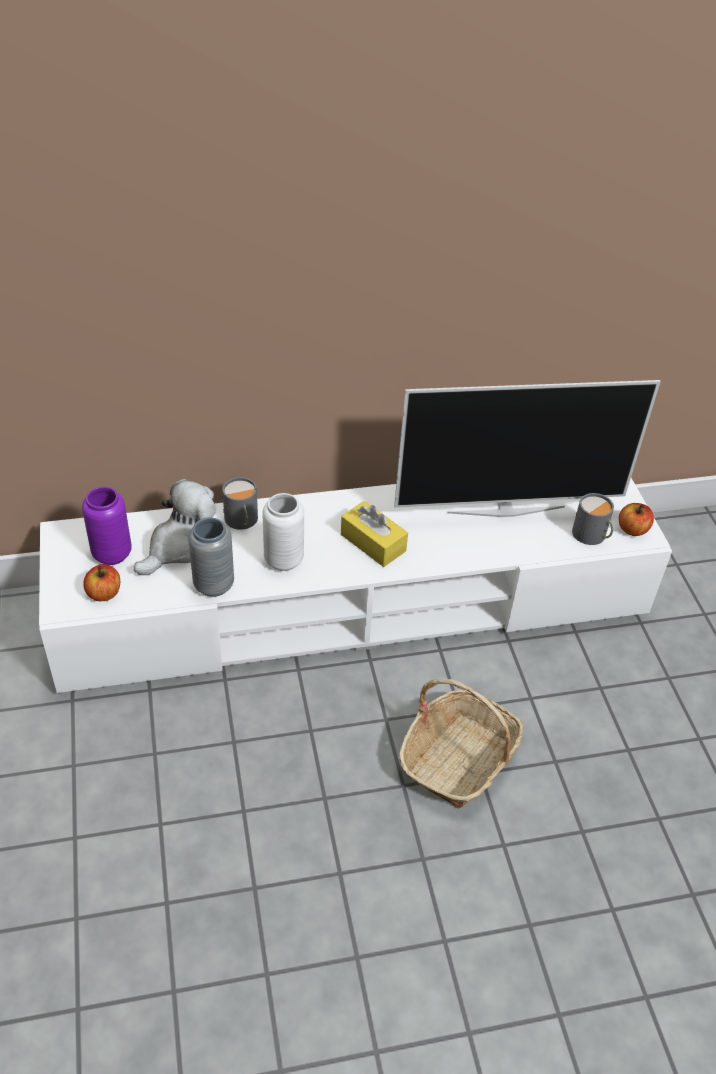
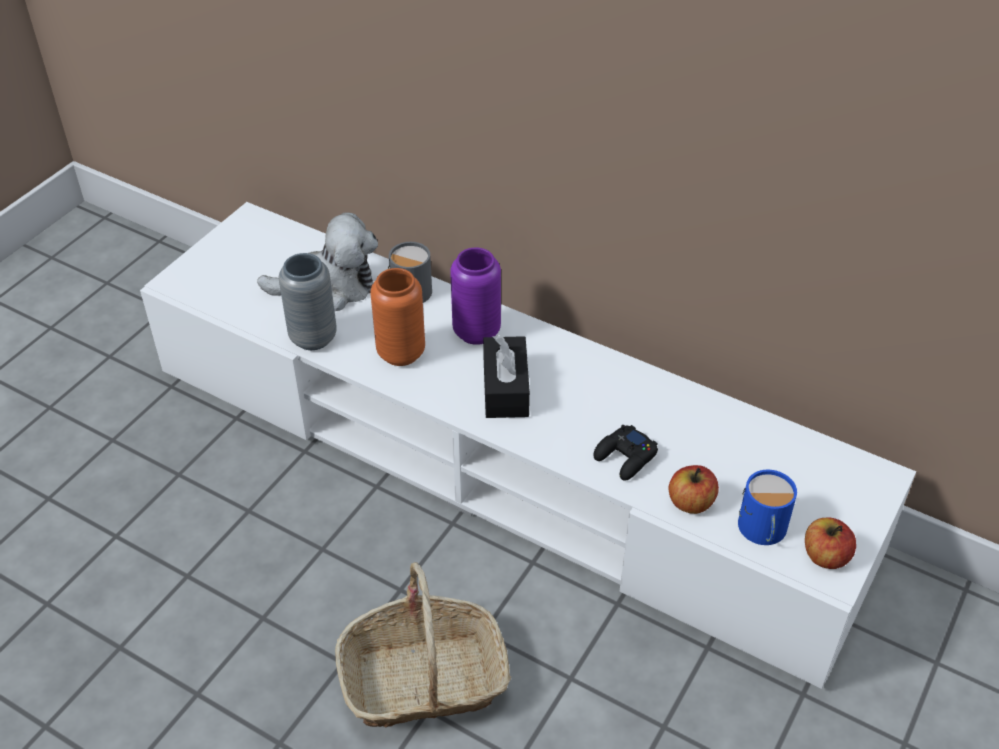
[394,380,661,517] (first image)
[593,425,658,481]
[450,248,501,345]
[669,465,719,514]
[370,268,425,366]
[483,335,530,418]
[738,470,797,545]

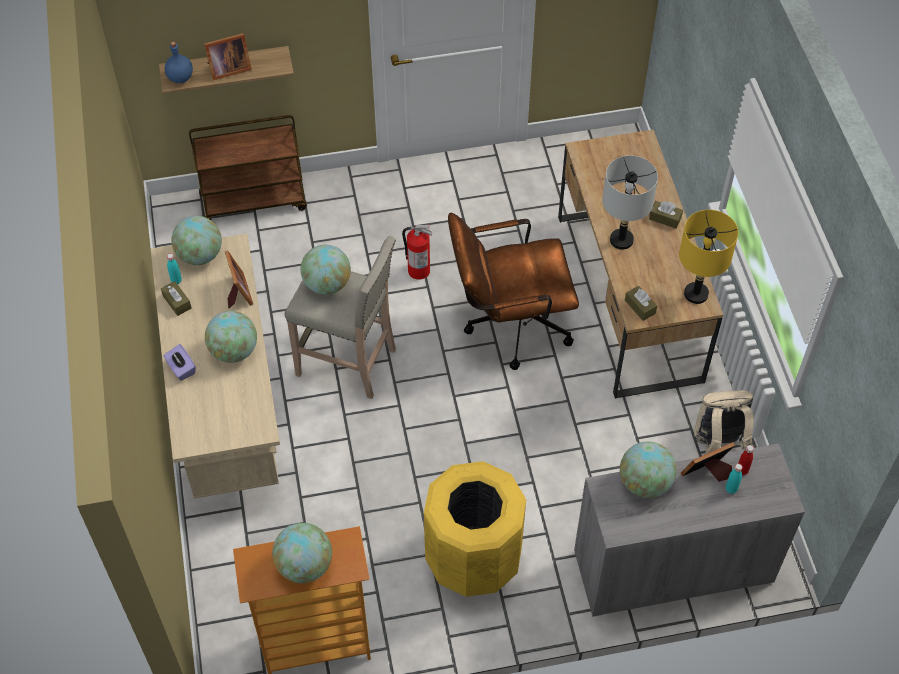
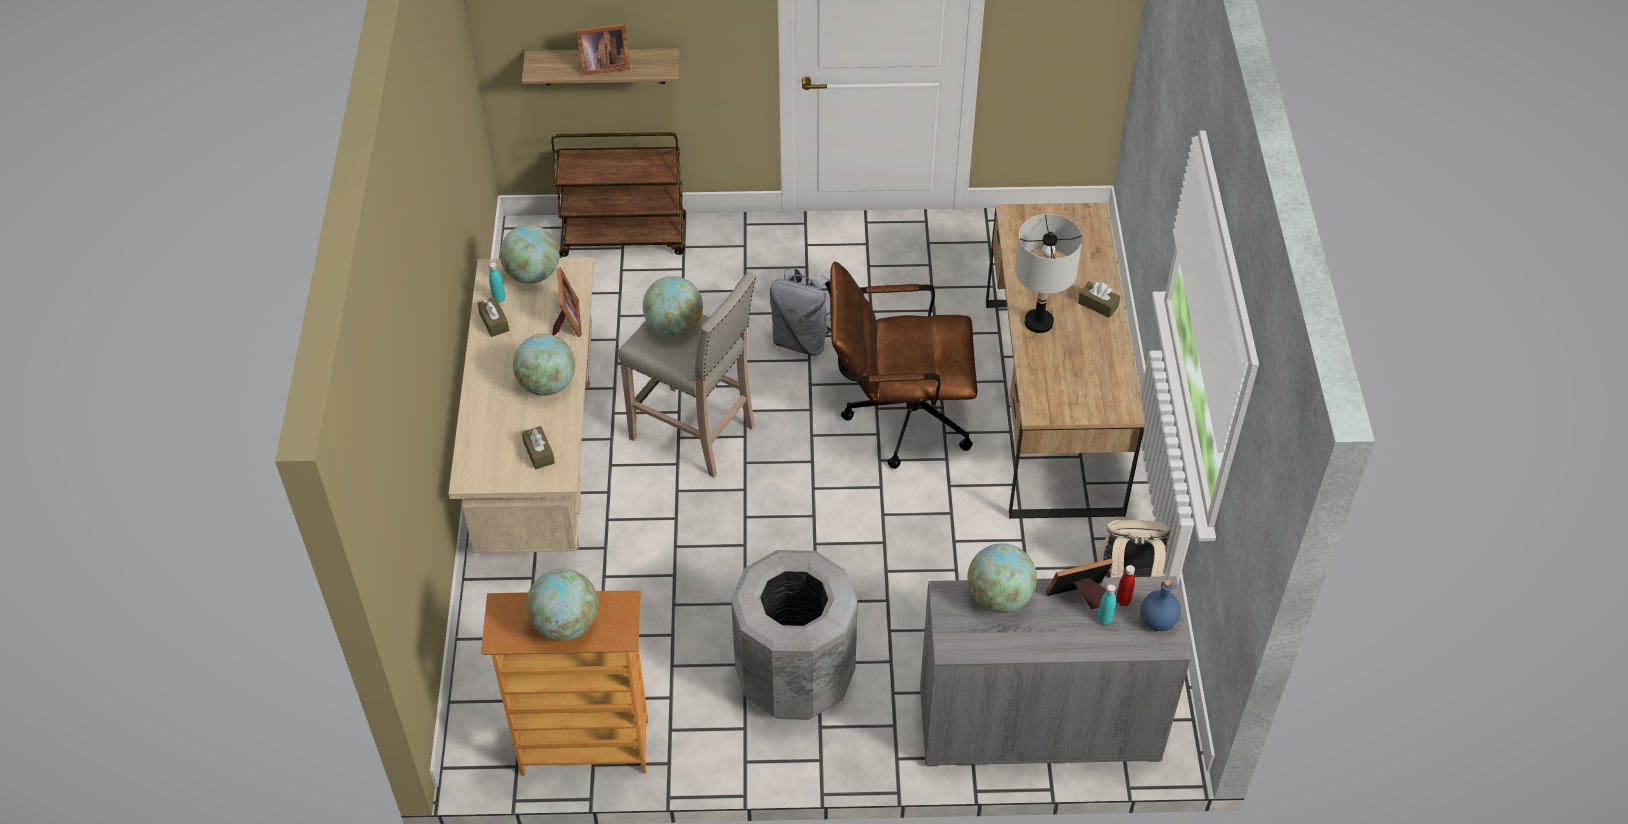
[164,344,196,381] (first image)
[679,210,738,304] (first image)
[1140,579,1181,631]
[522,426,555,470]
[770,268,831,356]
[731,550,858,720]

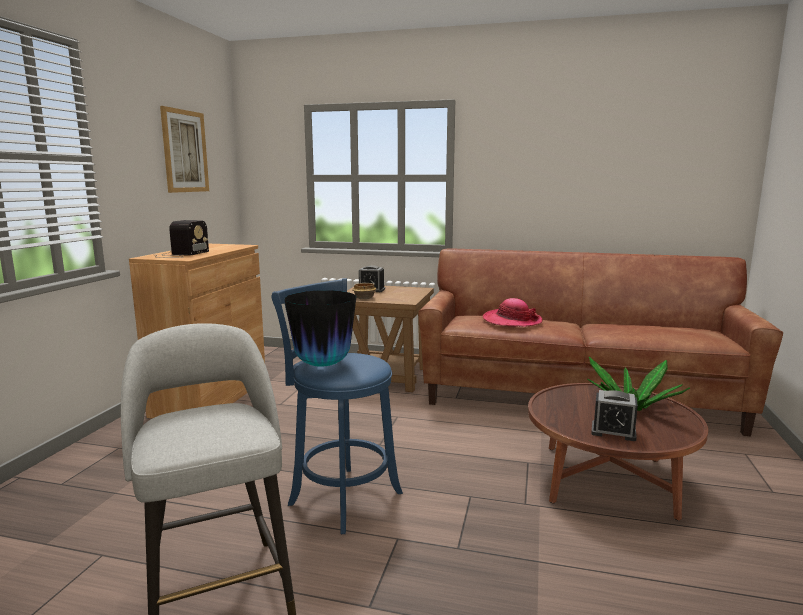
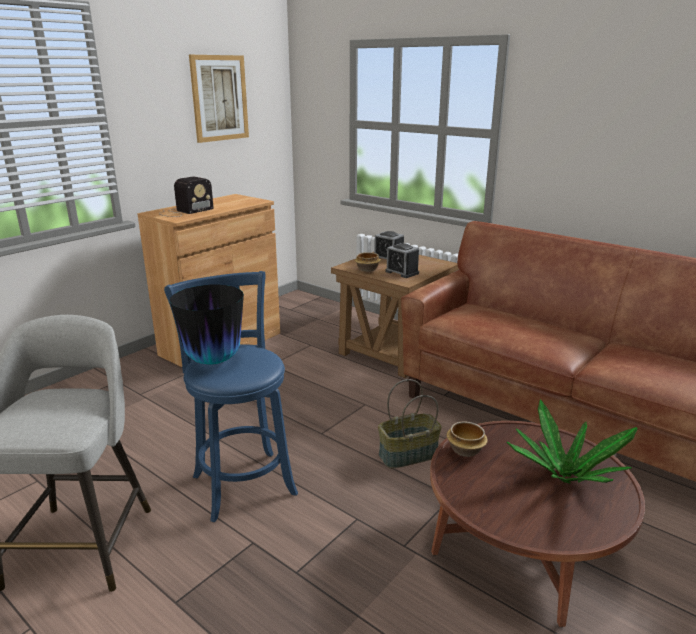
[483,298,543,327] (first image)
[378,379,442,468]
[446,421,488,457]
[385,243,419,278]

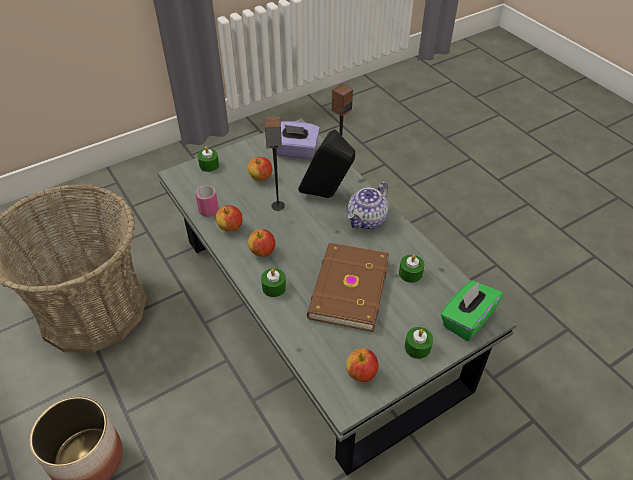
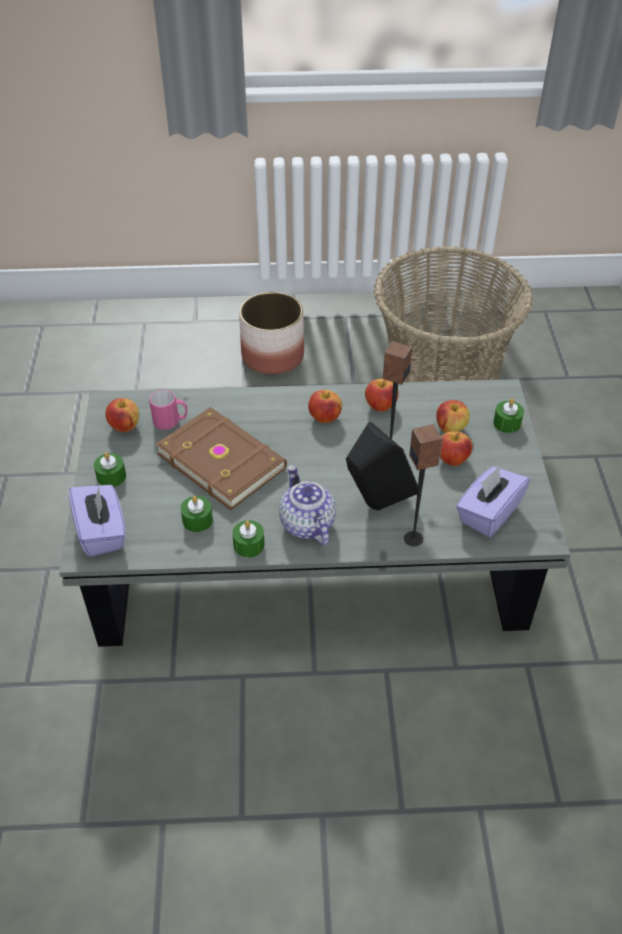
[436,400,470,433]
[149,390,188,430]
[232,520,265,558]
[69,485,126,557]

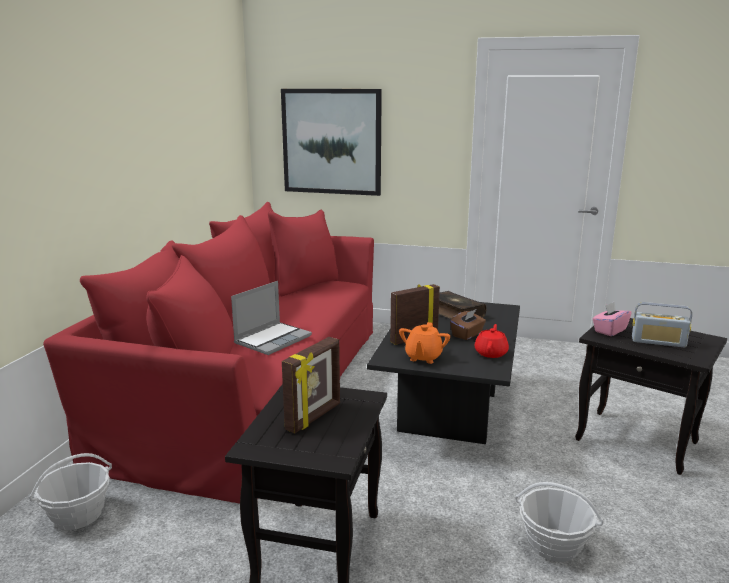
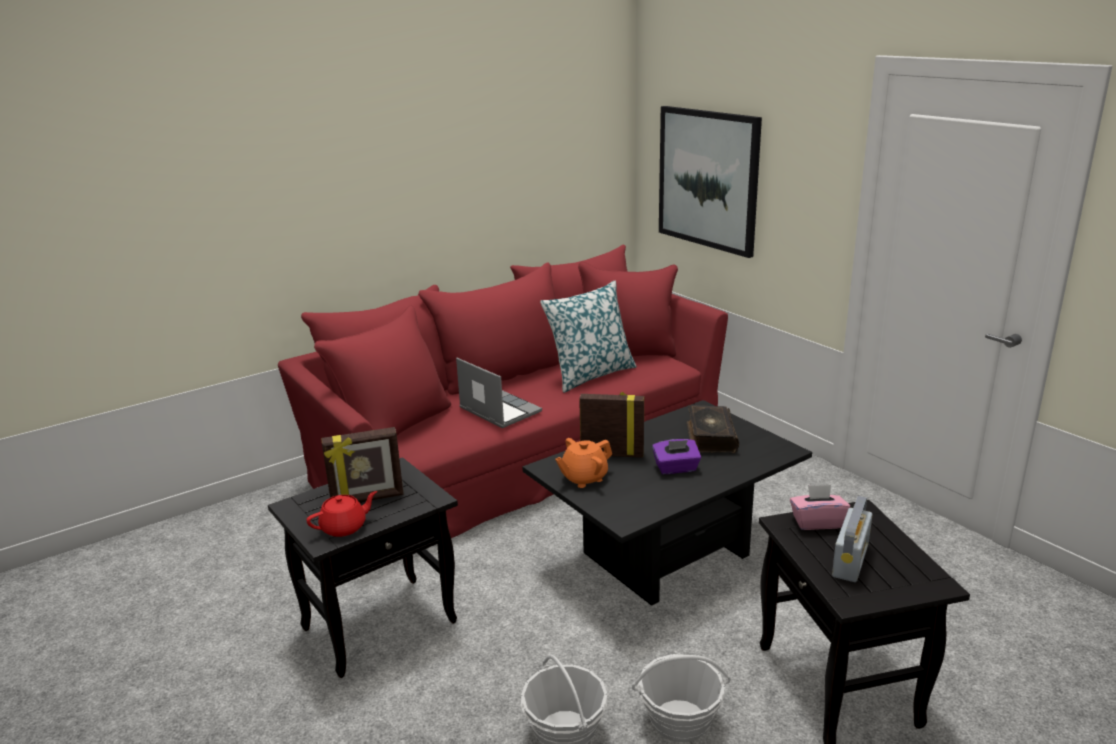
[540,281,637,393]
[632,654,731,743]
[306,491,377,537]
[652,439,701,474]
[456,358,542,428]
[832,496,872,582]

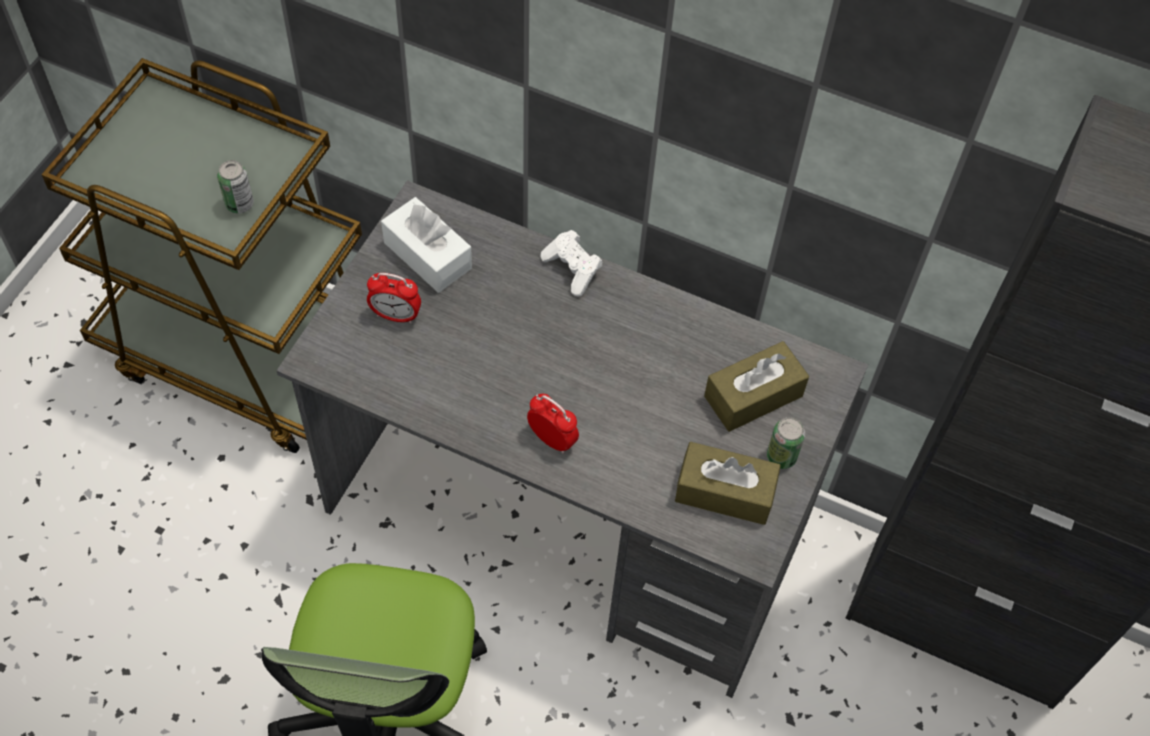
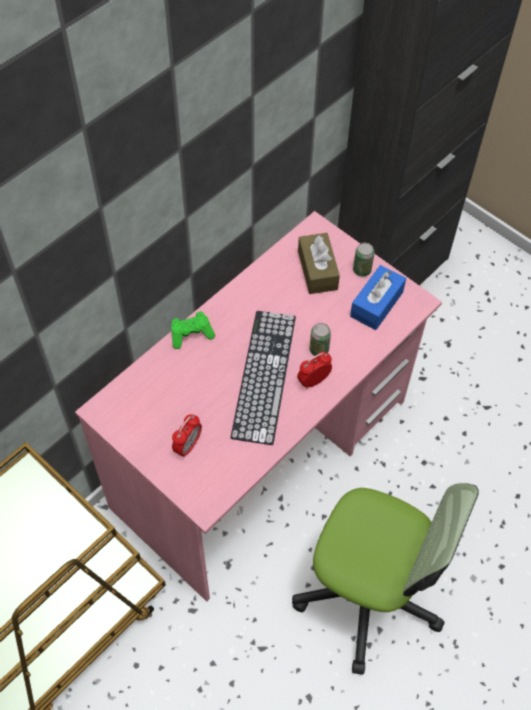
[381,197,472,293] (first image)
[230,311,296,445]
[309,323,331,356]
[75,211,442,602]
[171,311,215,349]
[350,265,406,330]

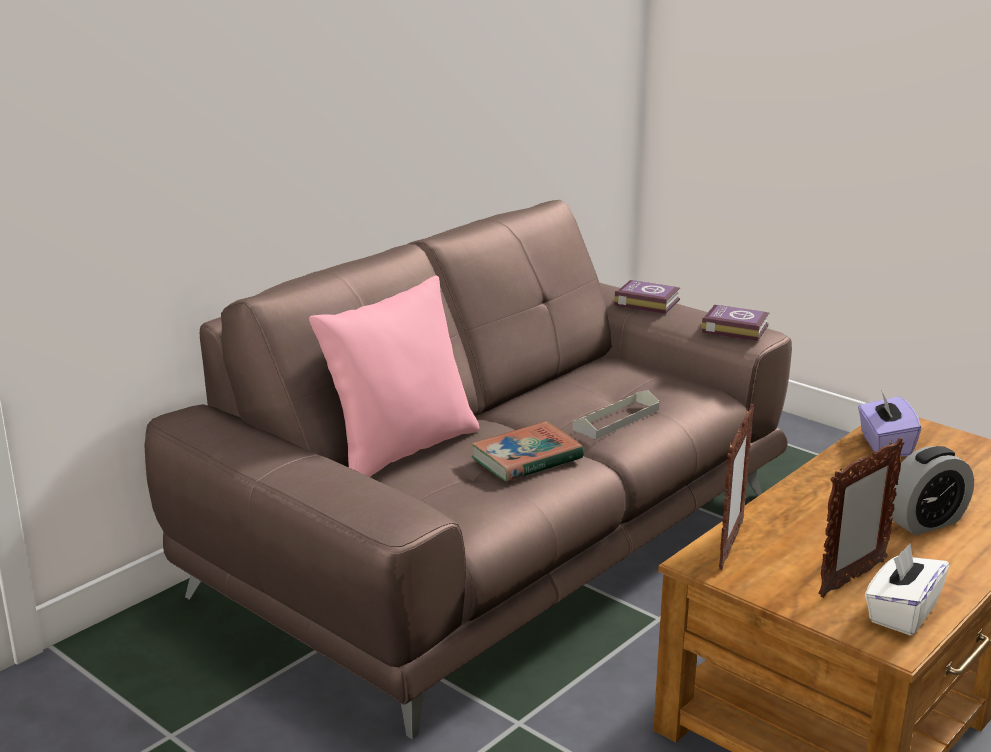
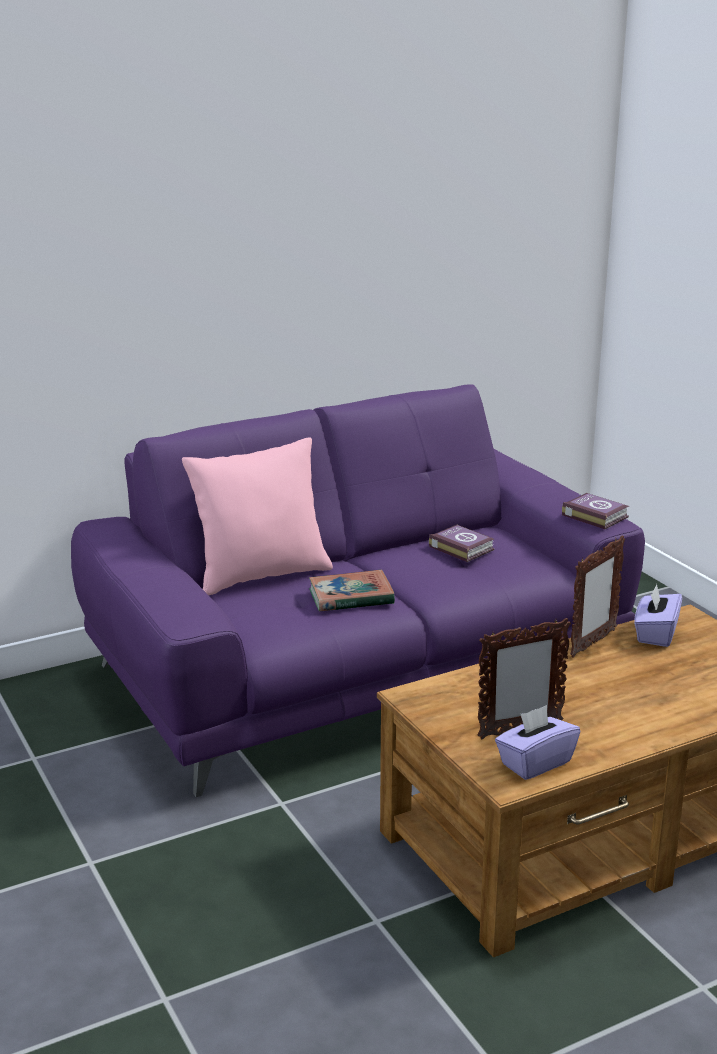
[573,390,660,440] (first image)
[891,446,974,535] (first image)
[429,525,495,562]
[570,536,625,658]
[71,384,645,797]
[495,705,581,780]

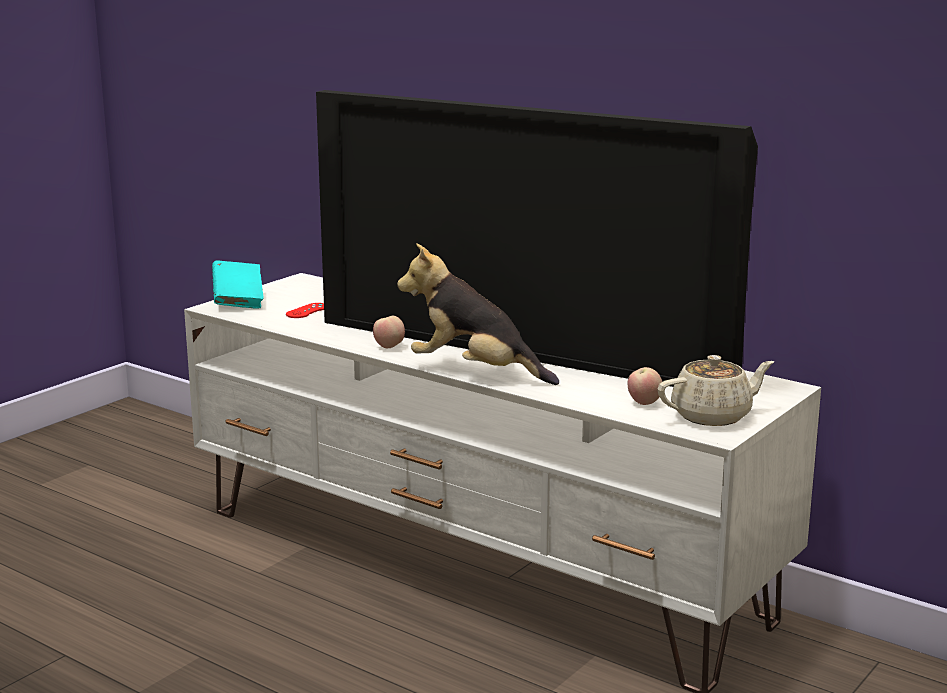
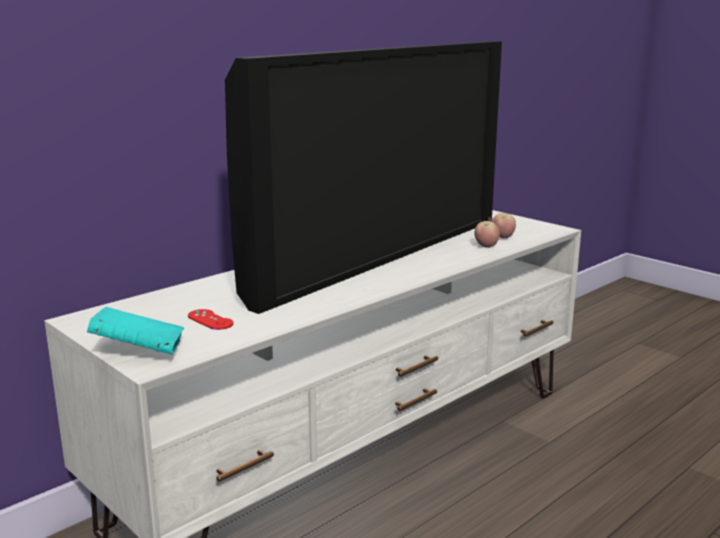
[397,243,559,385] (first image)
[658,355,774,426] (first image)
[474,221,500,248]

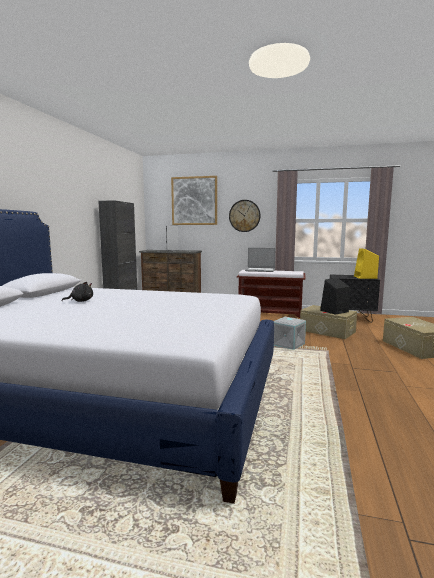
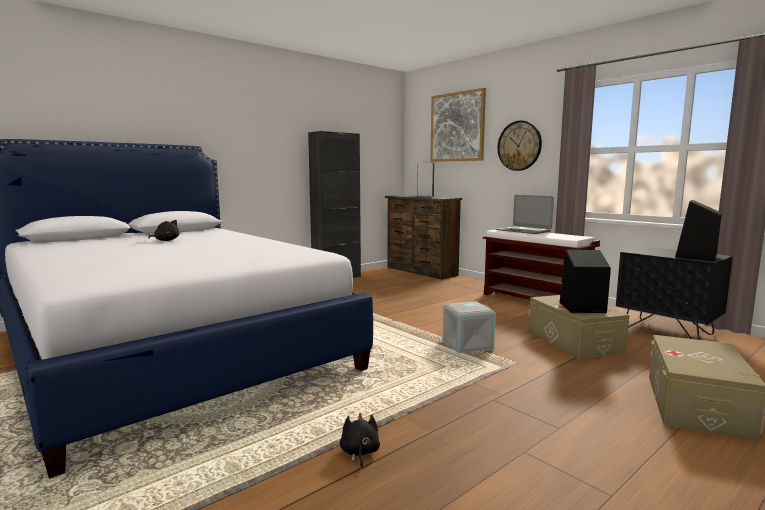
[340,413,380,469]
[675,200,722,261]

